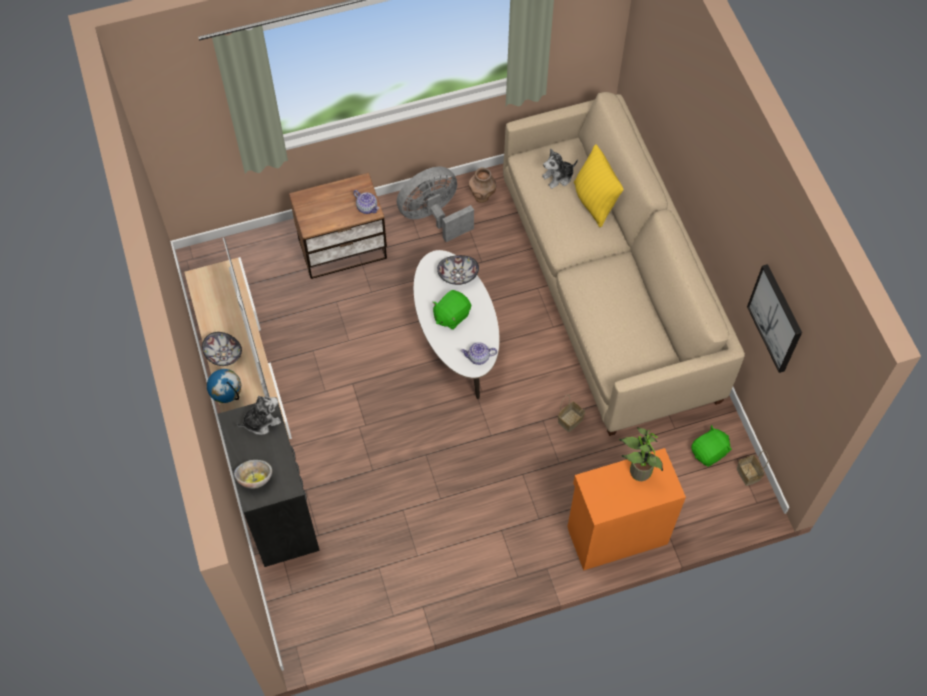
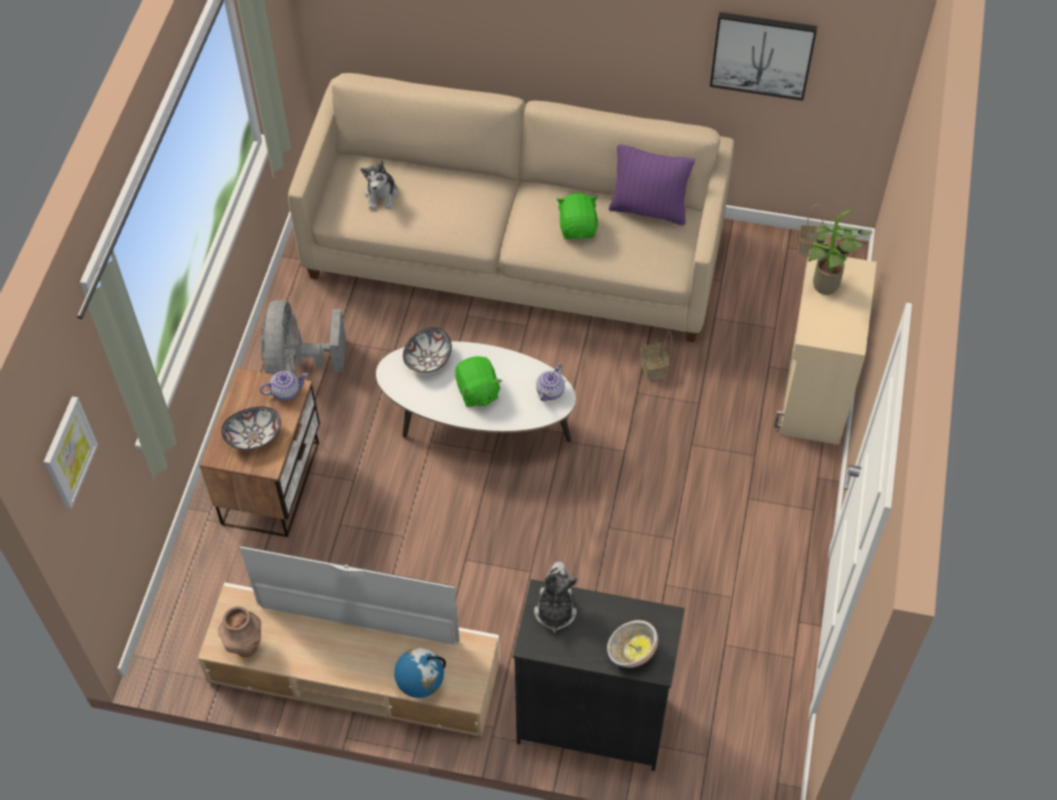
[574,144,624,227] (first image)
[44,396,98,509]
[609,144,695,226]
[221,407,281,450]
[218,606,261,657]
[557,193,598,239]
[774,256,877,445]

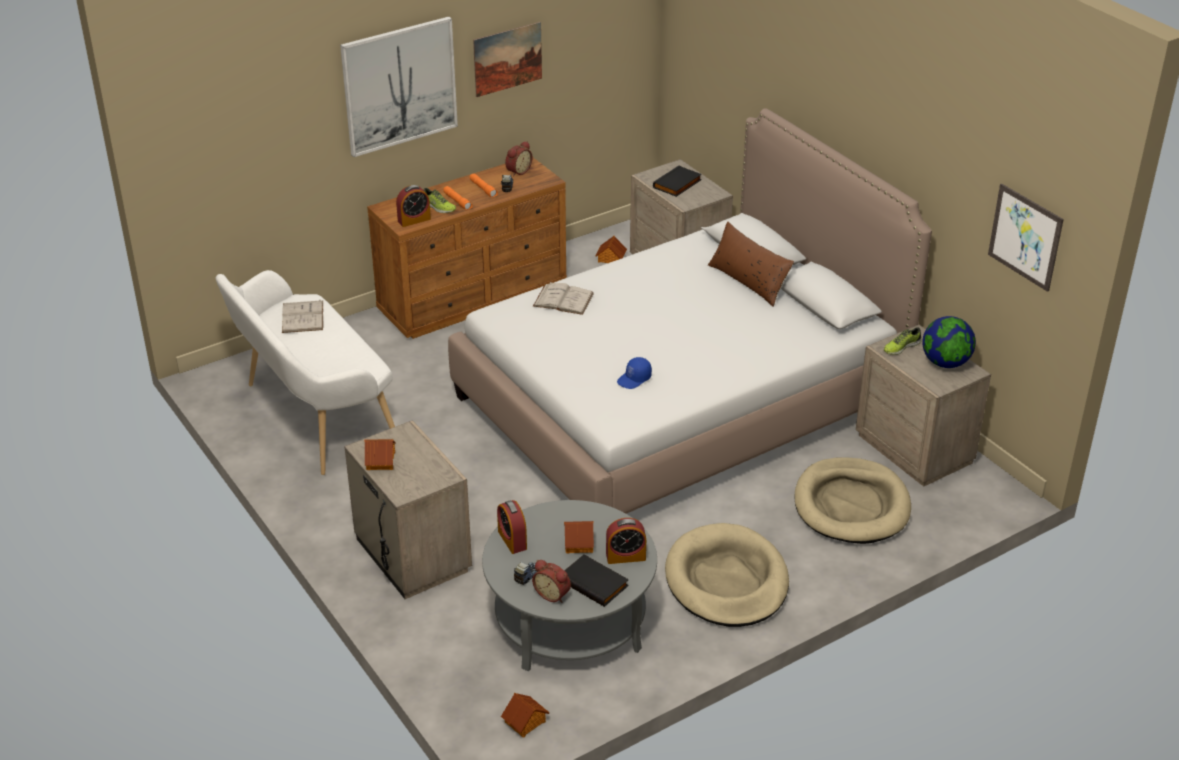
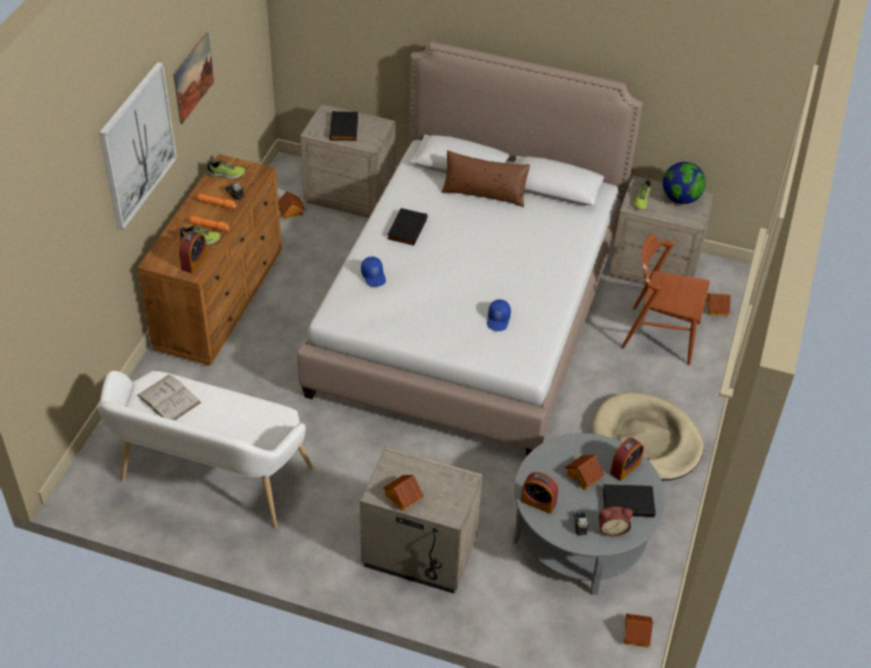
[988,184,1064,292] (first image)
[387,208,428,246]
[706,293,731,316]
[206,160,245,179]
[361,257,386,287]
[621,234,710,365]

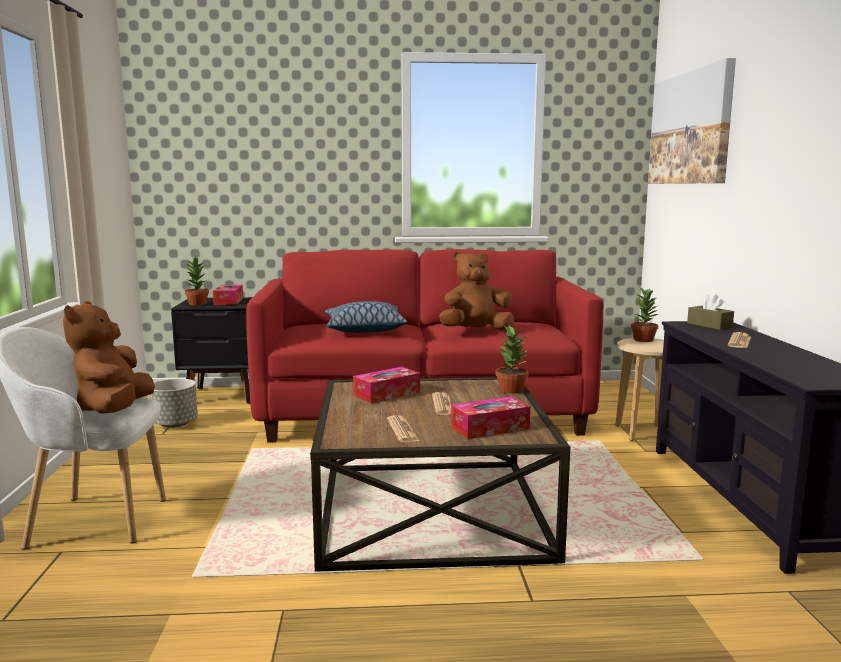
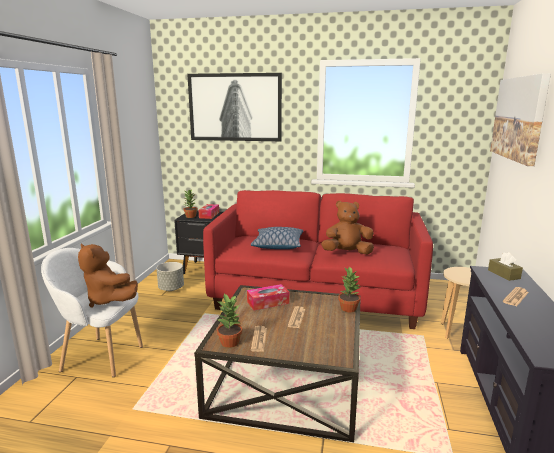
[451,396,530,439] (first image)
[187,73,282,141]
[217,294,242,348]
[78,243,138,308]

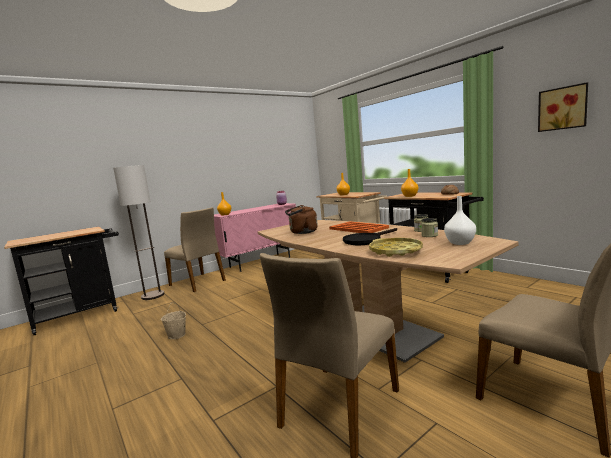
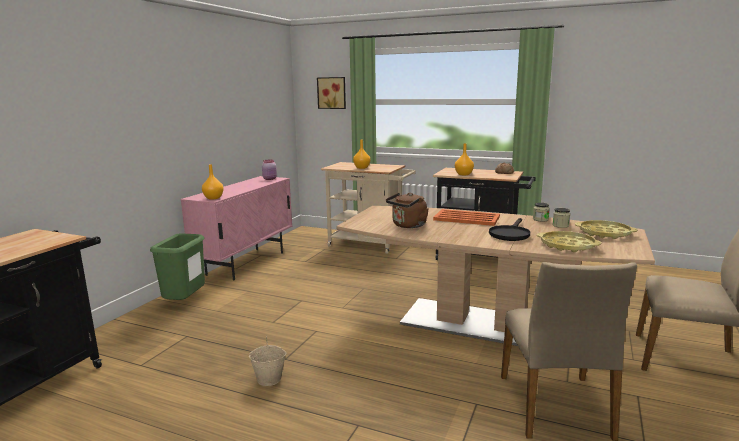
[113,165,165,300] (first image)
[317,77,346,109]
[150,233,205,300]
[575,220,637,239]

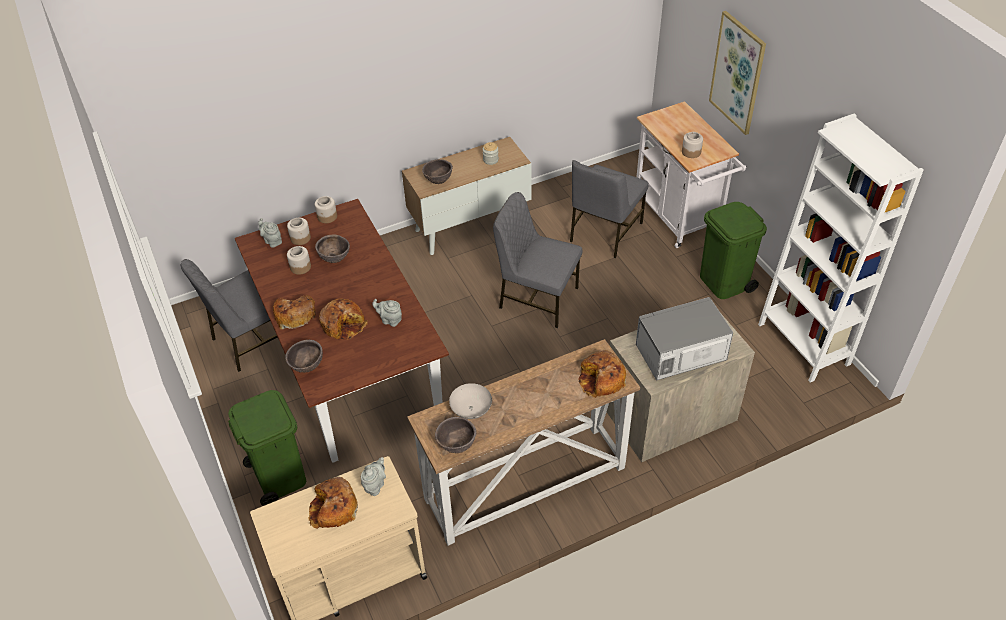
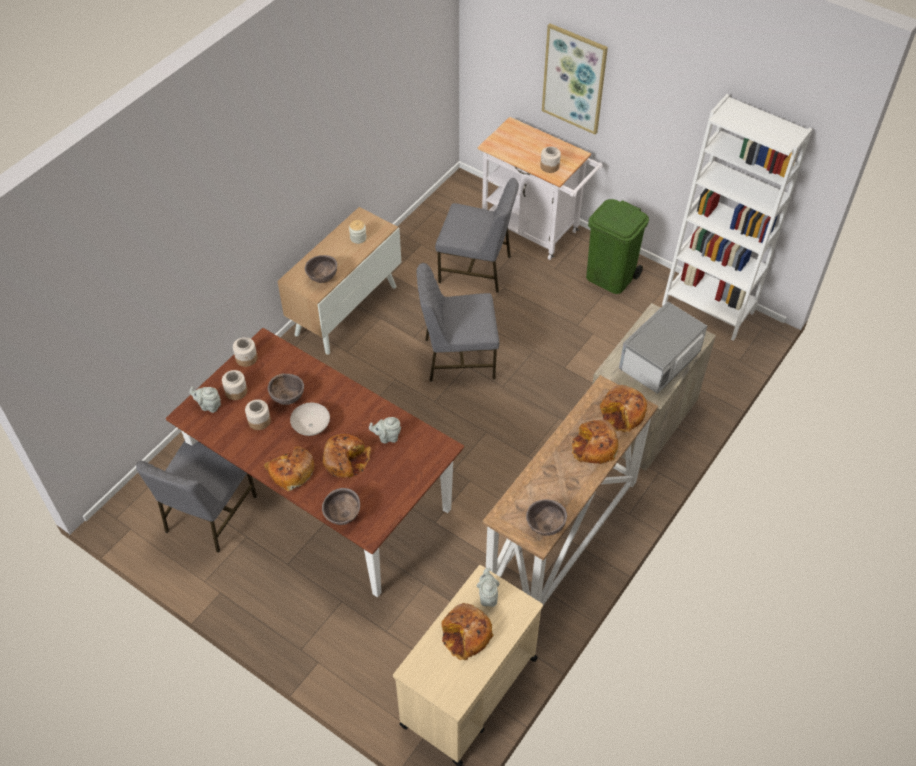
[228,390,306,506] (first image)
[572,420,619,464]
[290,403,330,436]
[435,178,519,293]

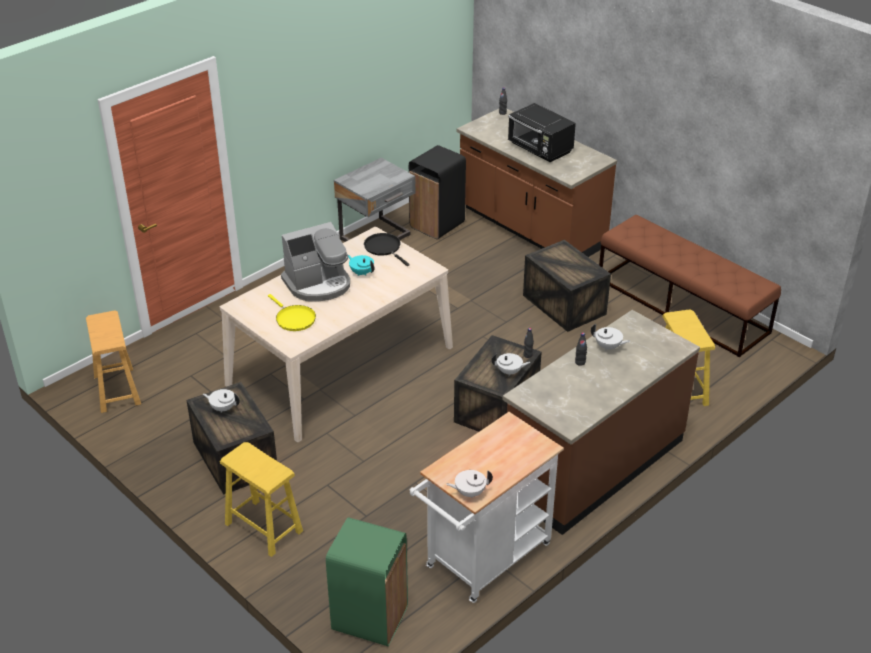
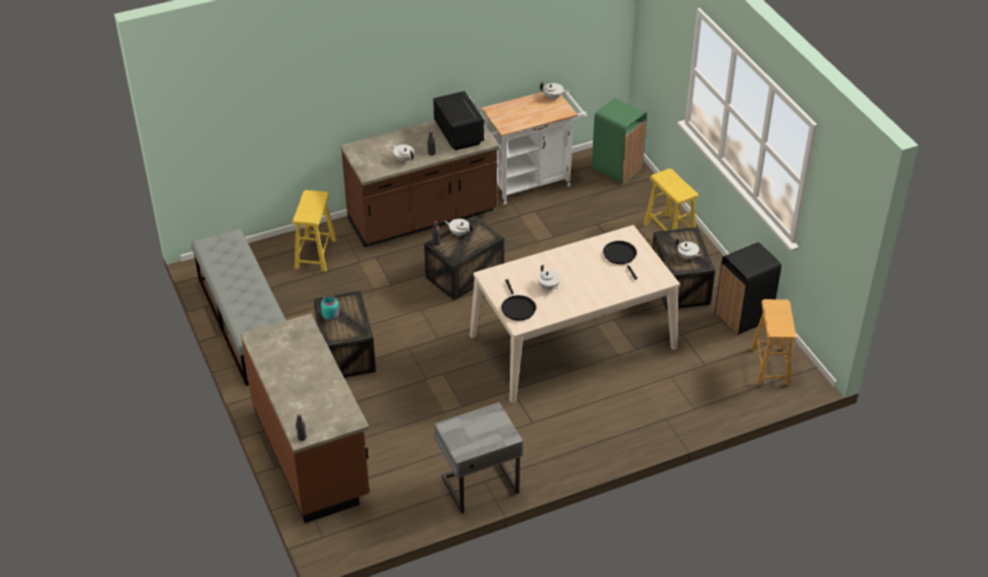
[281,222,350,302] (first image)
[321,295,339,320]
[715,242,781,335]
[433,91,485,150]
[603,241,637,280]
[538,265,560,290]
[191,229,286,386]

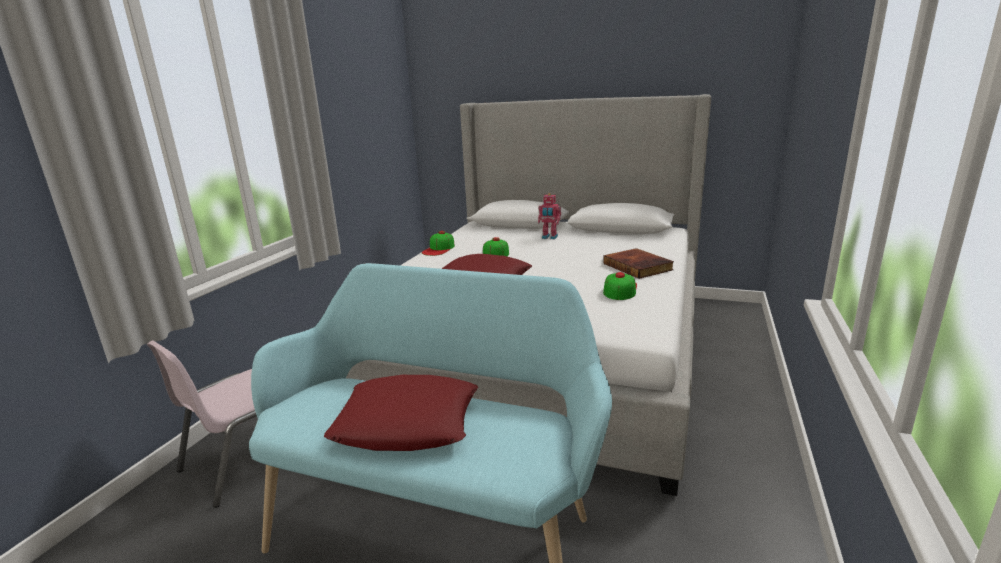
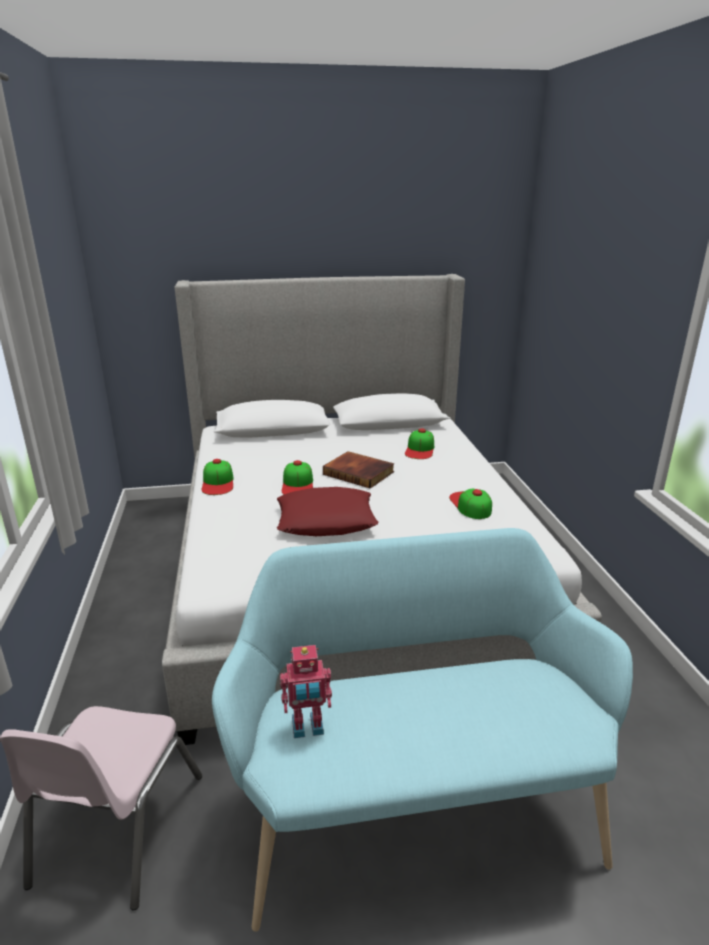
[324,375,478,451] (first image)
[405,428,434,459]
[280,645,332,738]
[323,451,394,489]

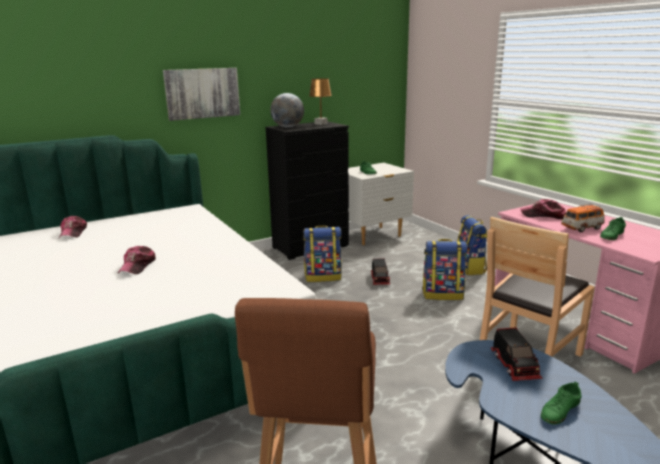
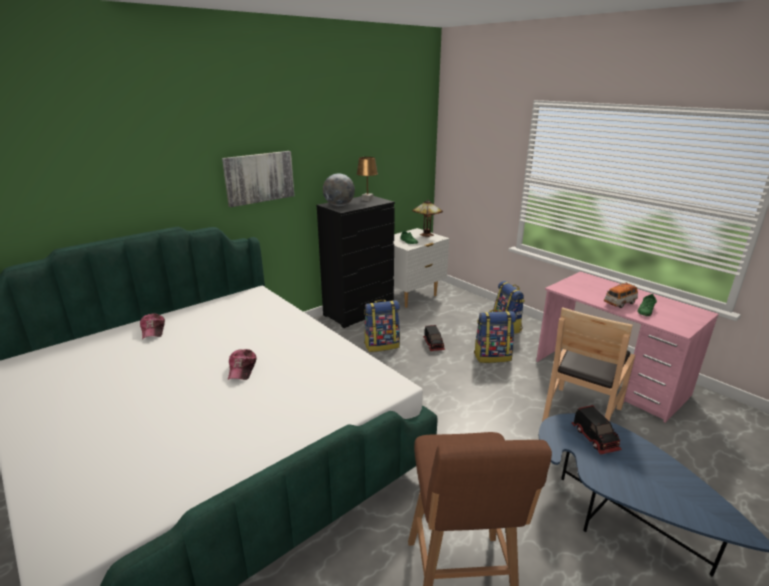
[520,199,566,219] (first image)
[541,381,581,425] (first image)
[412,200,443,237]

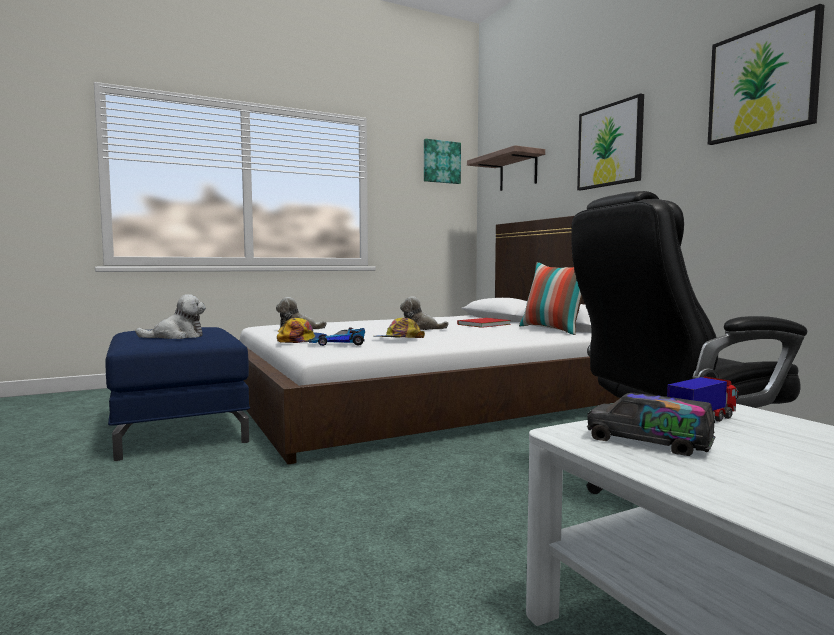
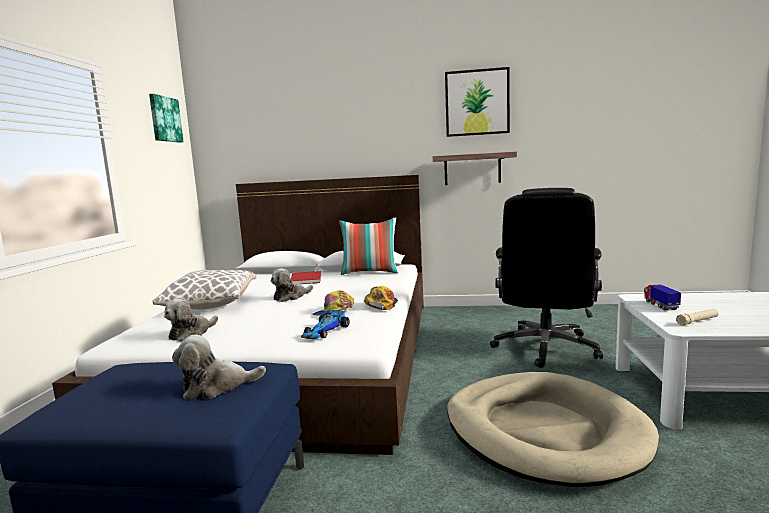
[577,93,644,190] (first image)
[153,270,257,309]
[447,372,659,487]
[364,286,398,310]
[433,152,517,185]
[676,309,719,325]
[172,335,266,400]

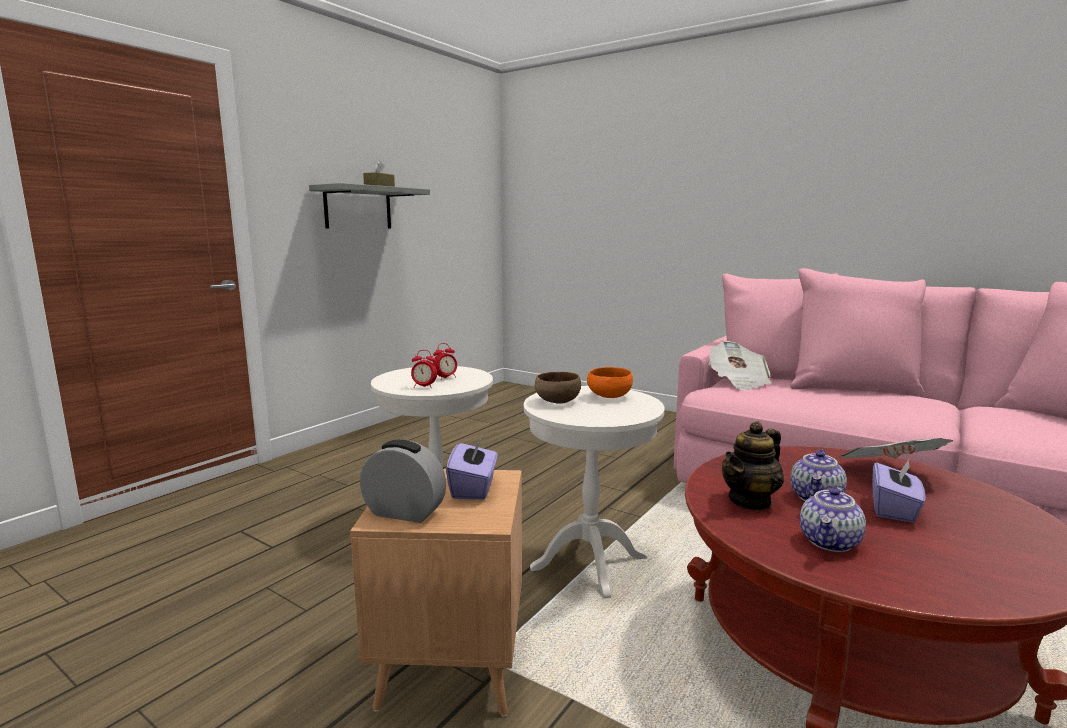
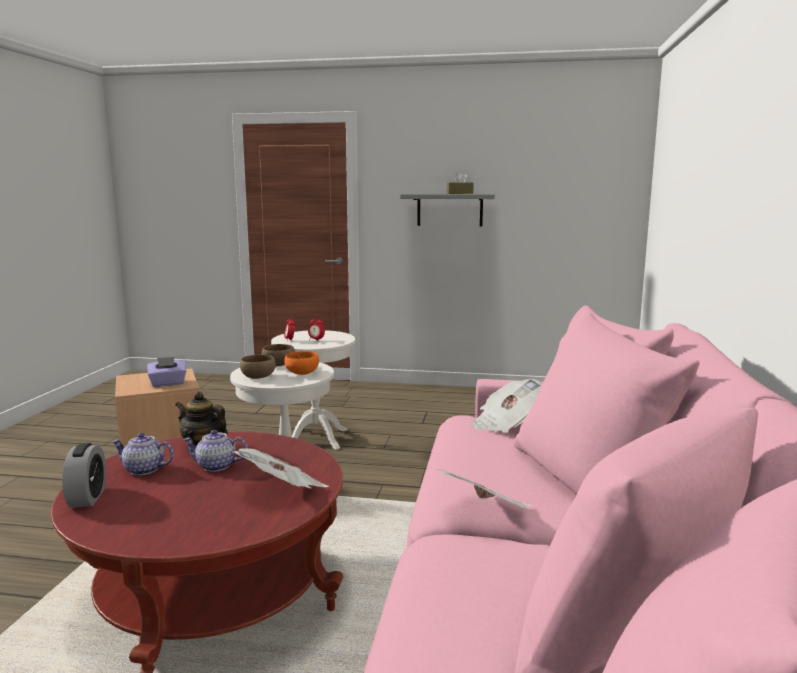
[872,459,926,523] (first image)
[240,355,276,379]
[435,469,532,509]
[62,443,106,508]

